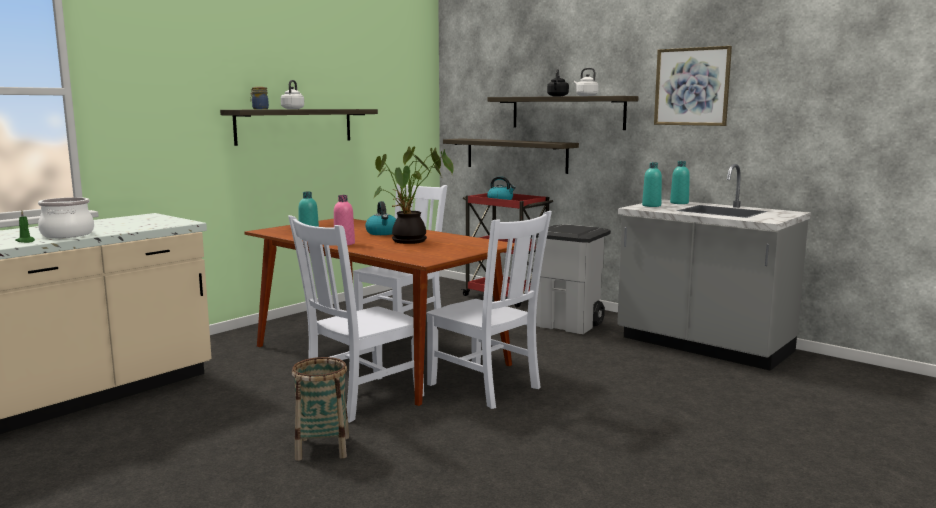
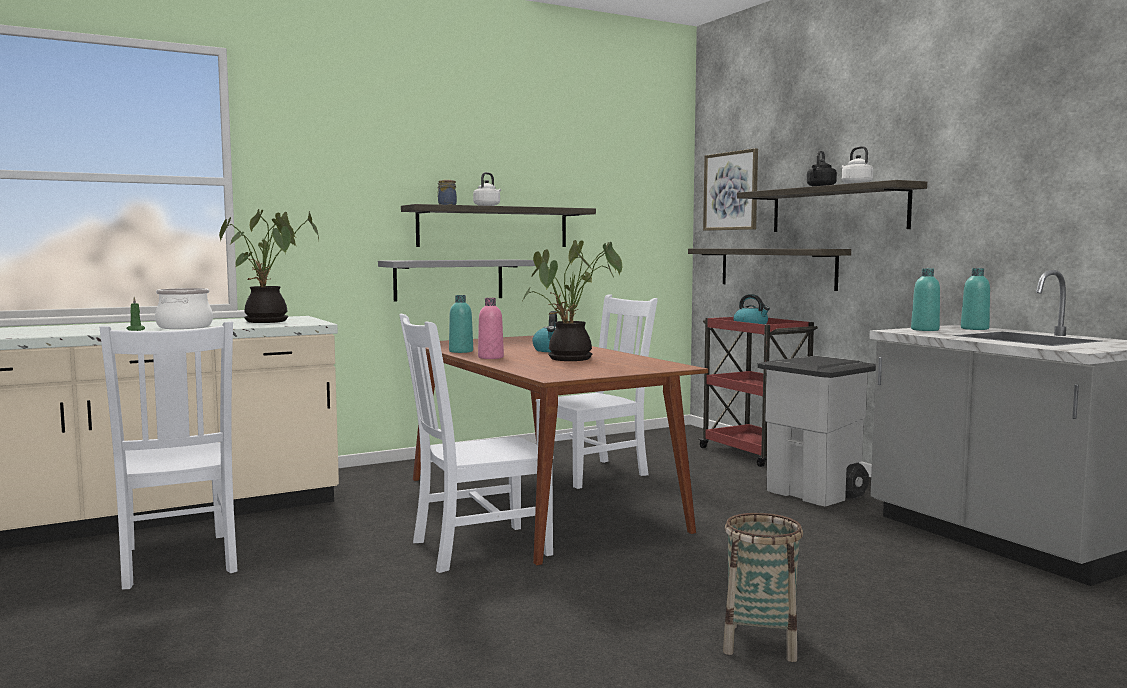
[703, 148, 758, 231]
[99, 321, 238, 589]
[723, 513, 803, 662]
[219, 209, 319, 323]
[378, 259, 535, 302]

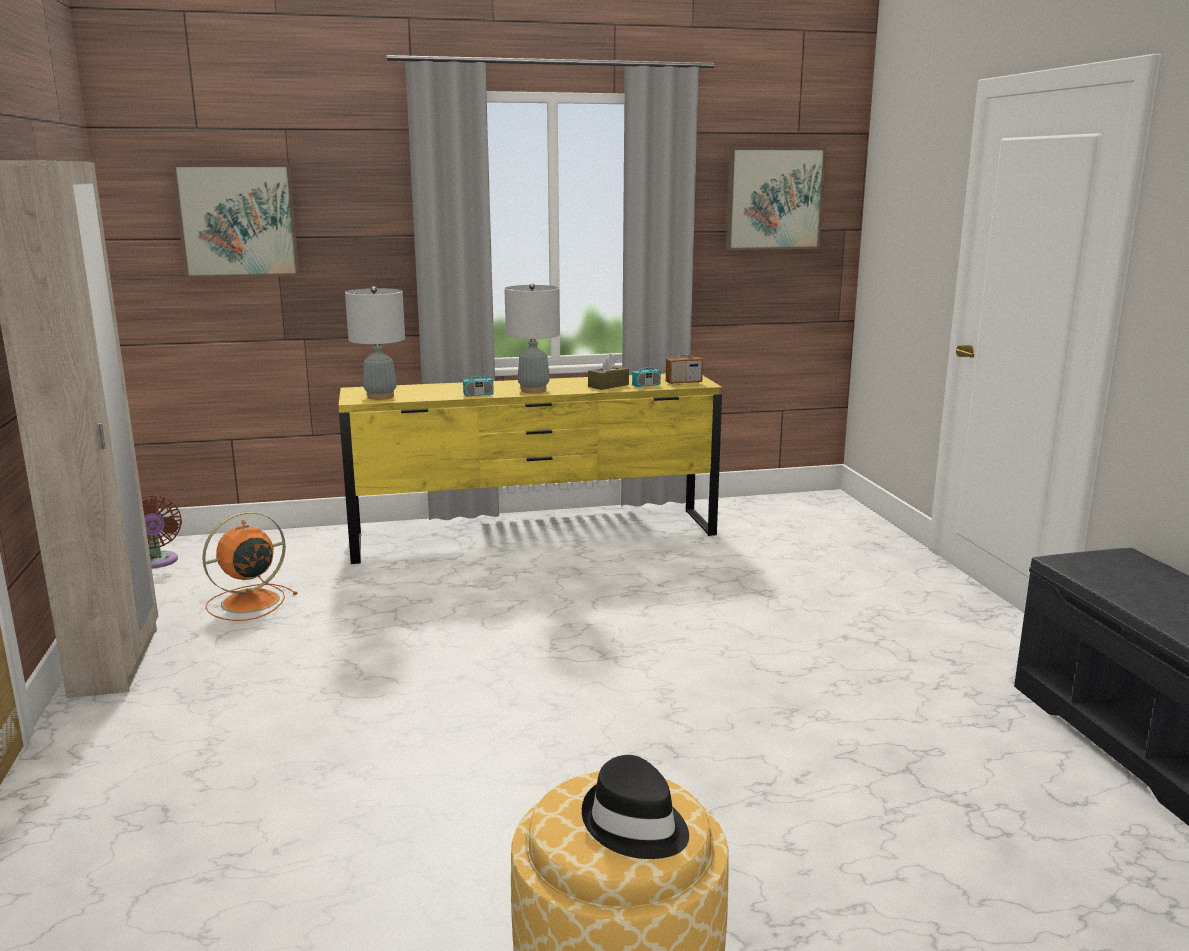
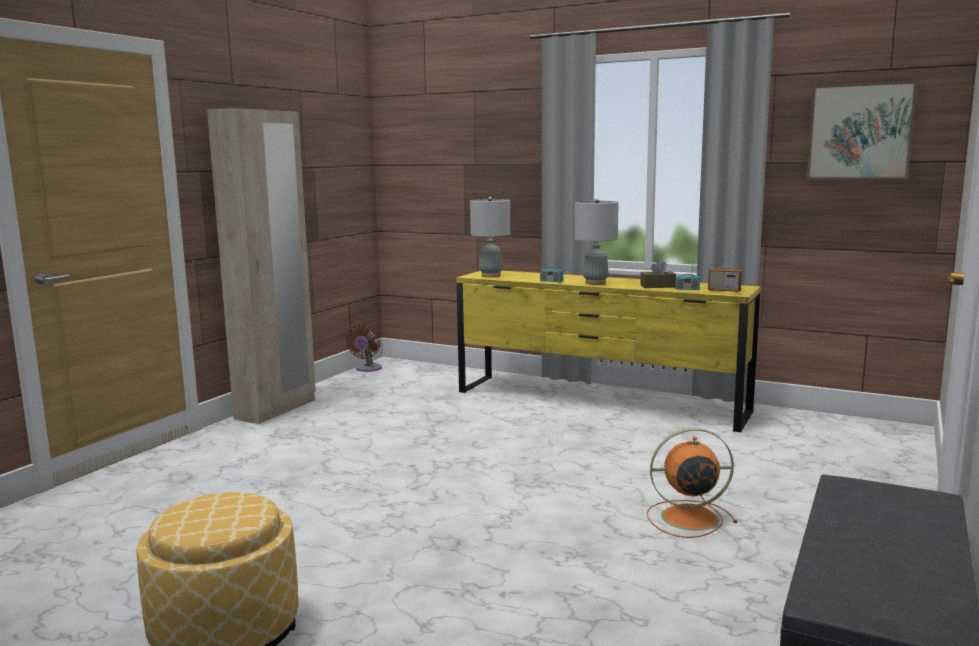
[172, 164, 299, 278] (first image)
[647, 428, 738, 538]
[582, 755, 689, 859] (first image)

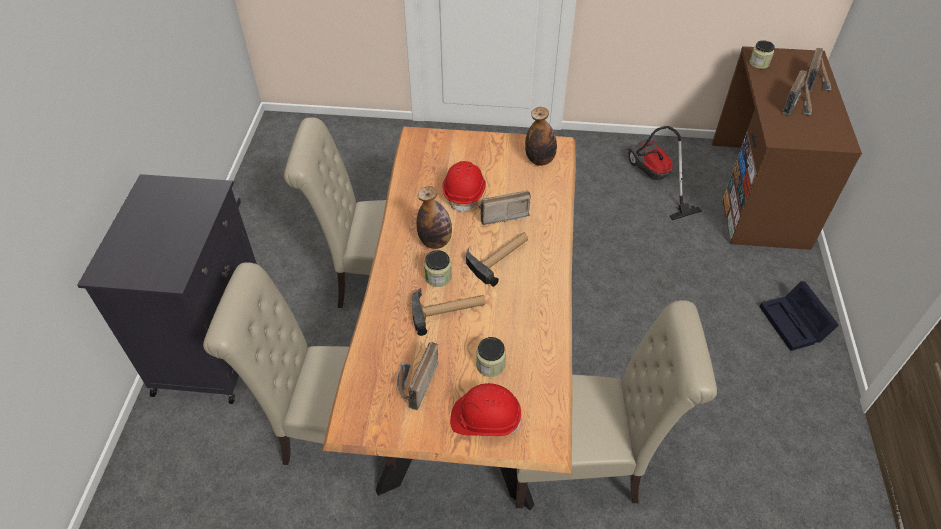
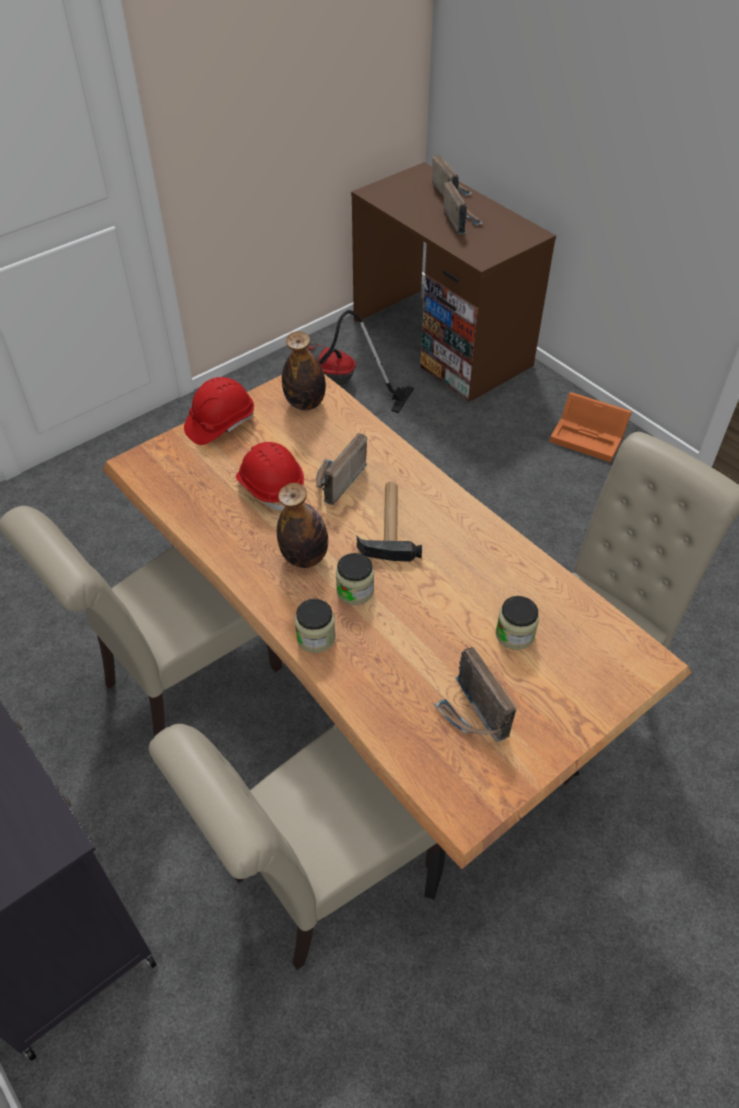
[295, 599, 336, 653]
[549, 392, 632, 462]
[412, 288, 485, 336] (first image)
[184, 377, 254, 445]

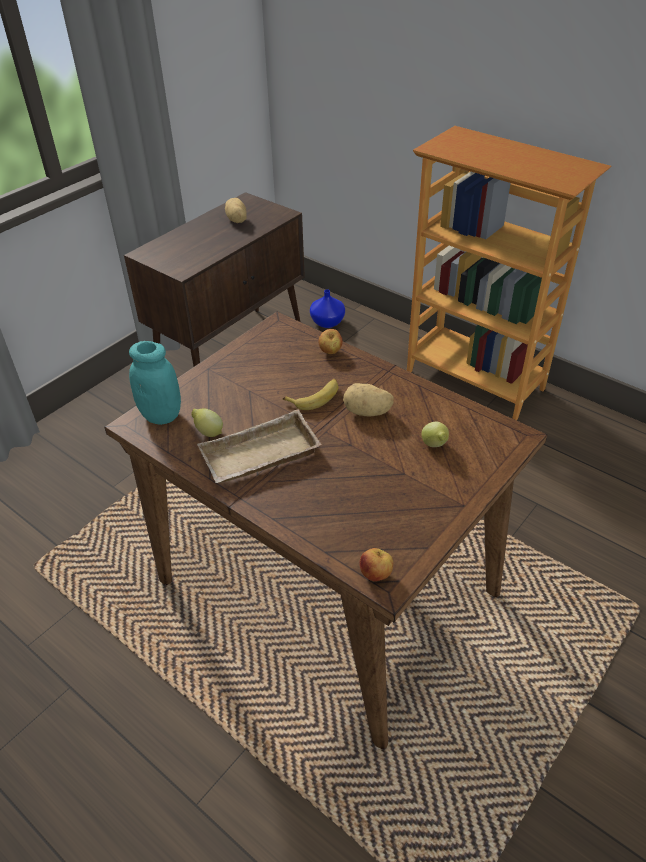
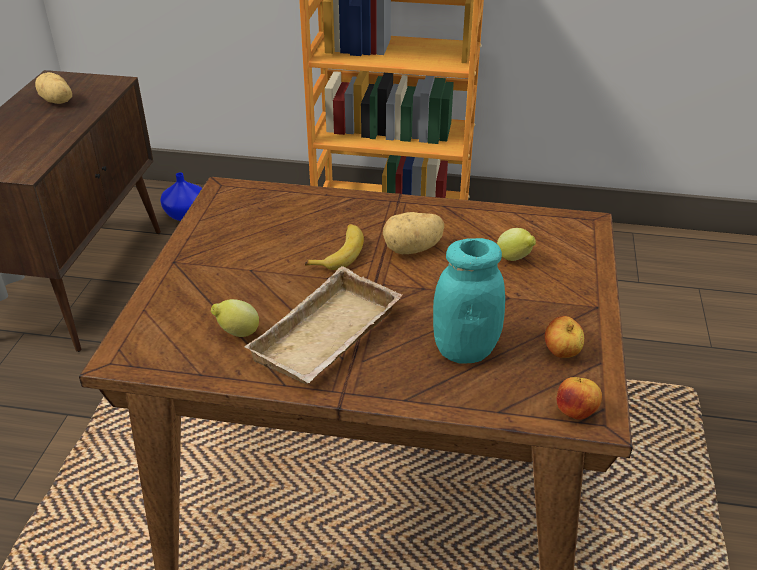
[545, 316, 584, 358]
[433, 238, 505, 364]

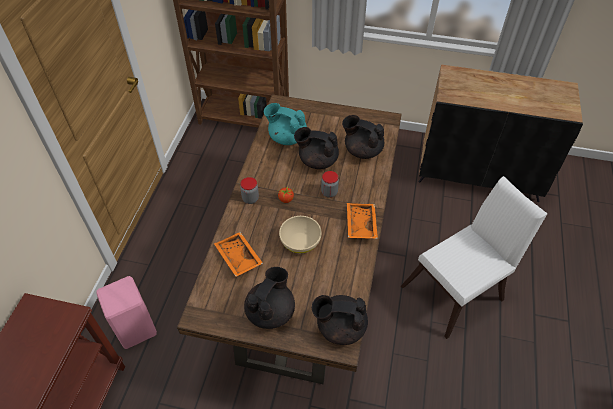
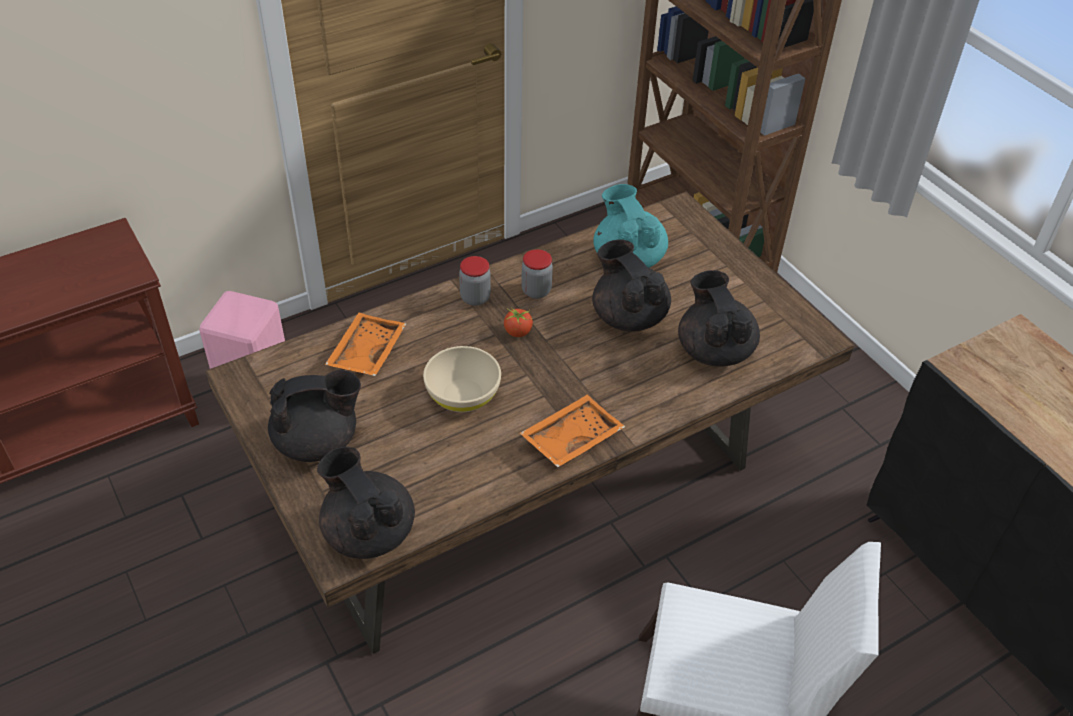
[521, 249, 553, 299]

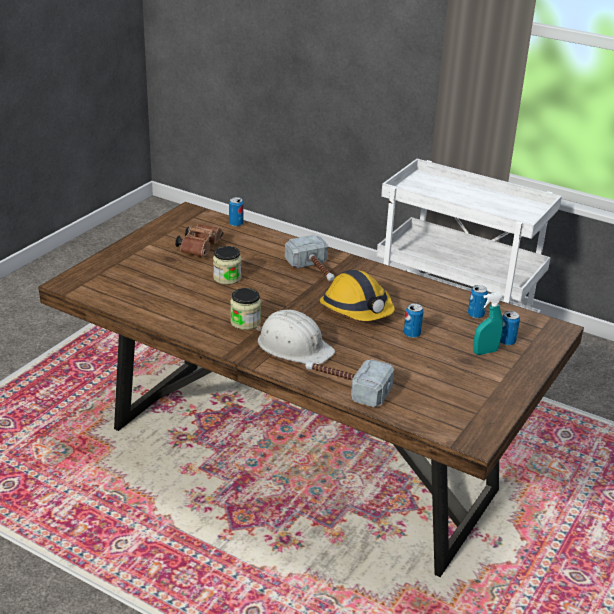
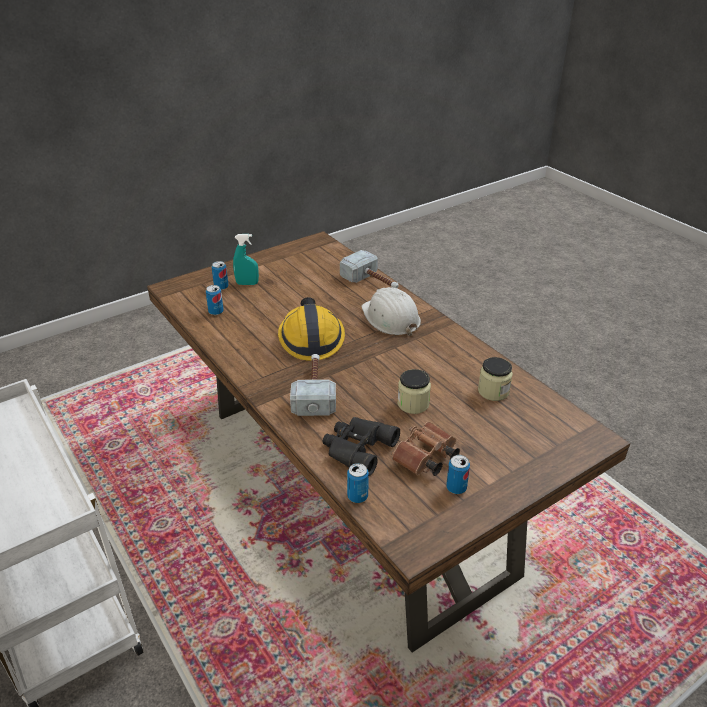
[478, 357, 513, 401]
[446, 455, 470, 494]
[322, 417, 400, 476]

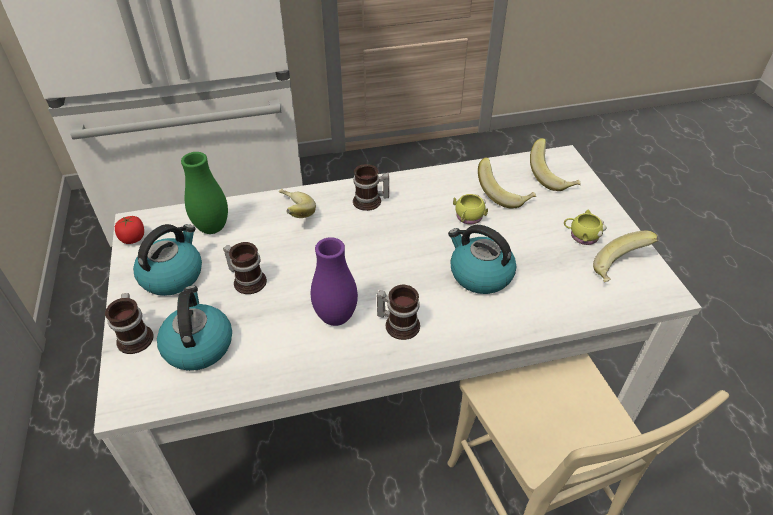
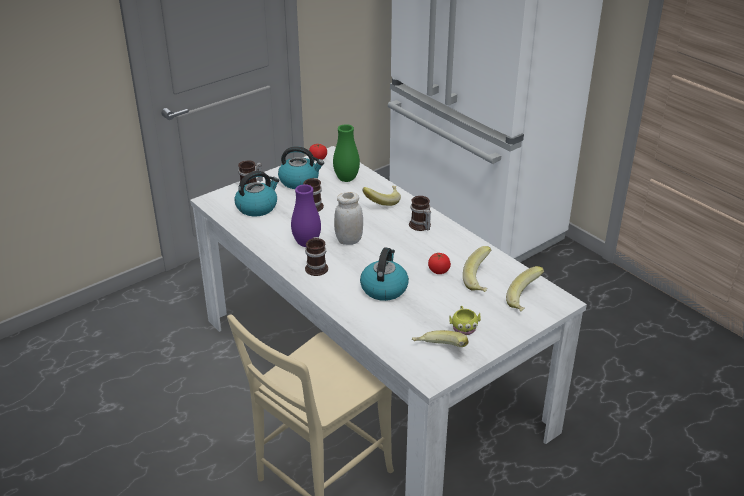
[428, 253, 451, 274]
[334, 192, 363, 245]

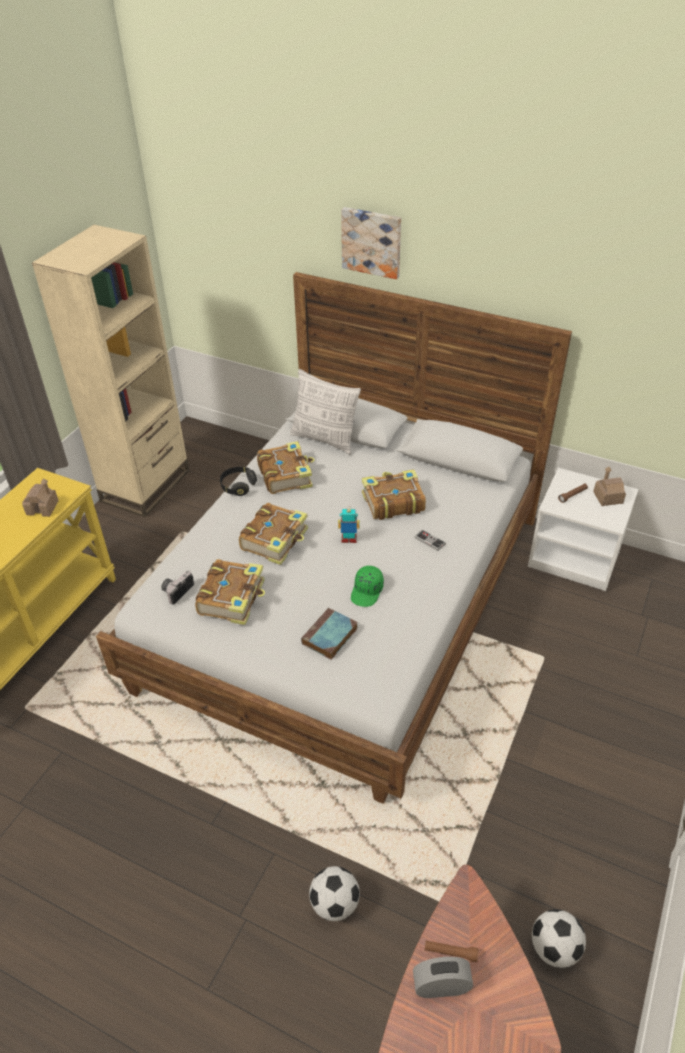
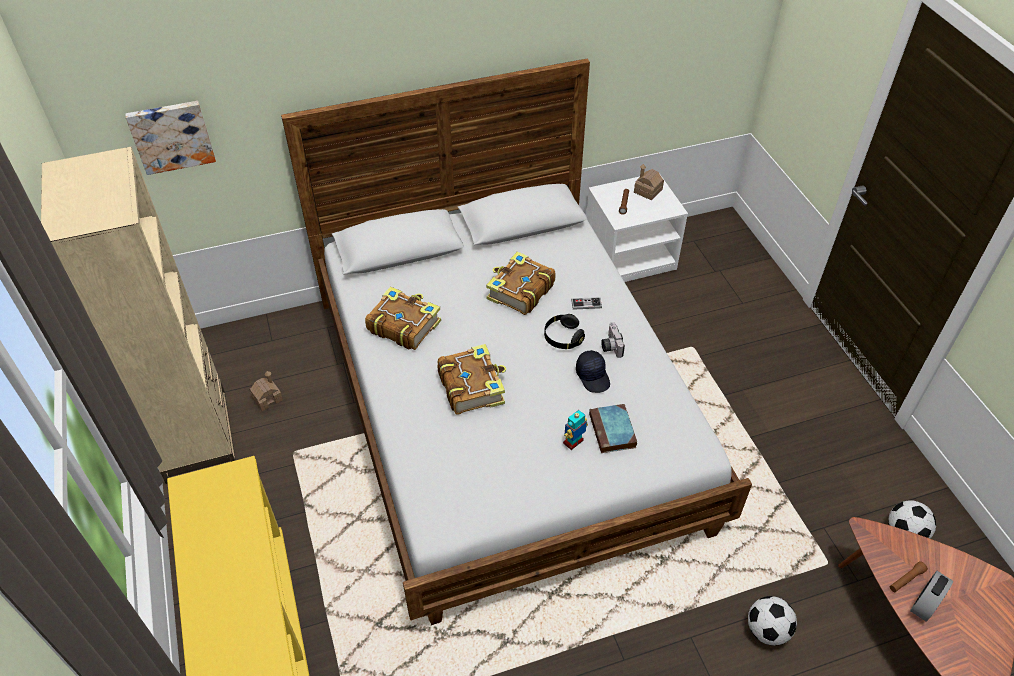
[125, 101, 216, 175]
[290, 369, 361, 455] (first image)
[544, 314, 585, 349]
[249, 371, 283, 411]
[563, 410, 588, 450]
[195, 559, 265, 625] (first image)
[576, 350, 610, 393]
[601, 322, 625, 358]

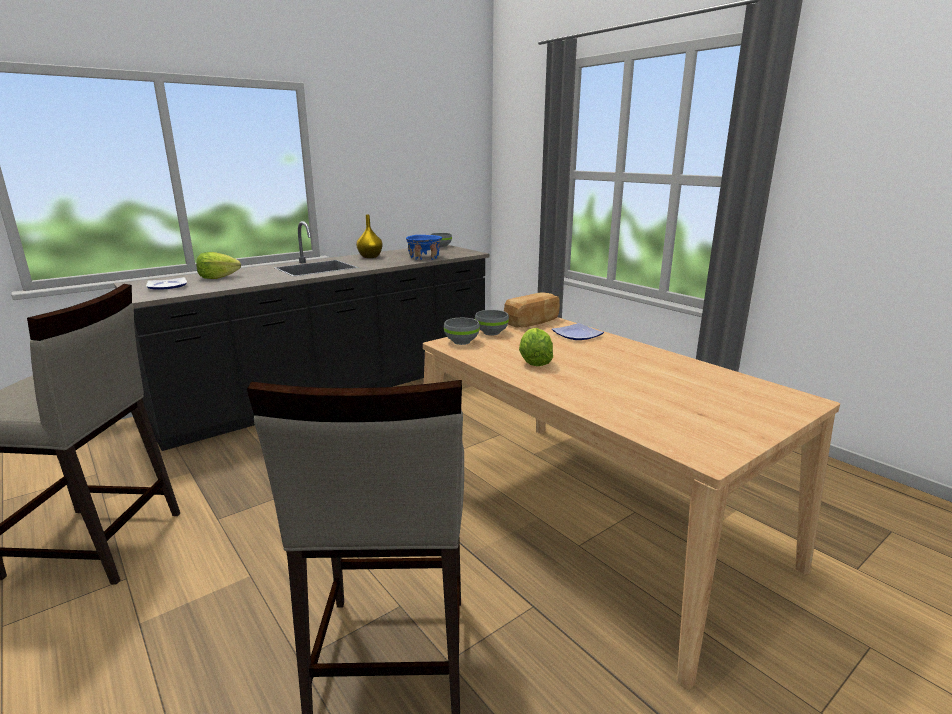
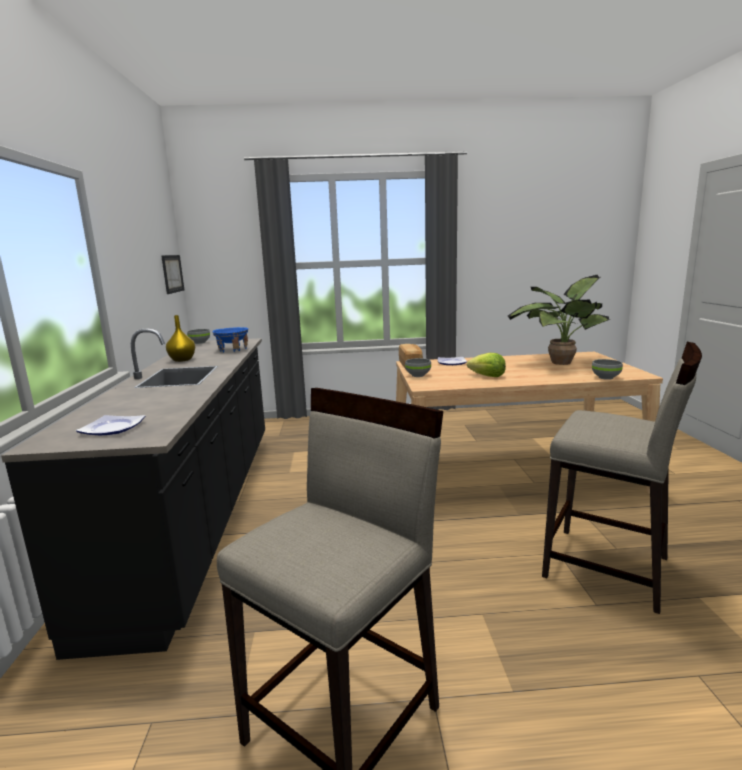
[196, 252, 241, 279] (first image)
[592, 359, 623, 380]
[161, 255, 184, 294]
[508, 275, 611, 365]

